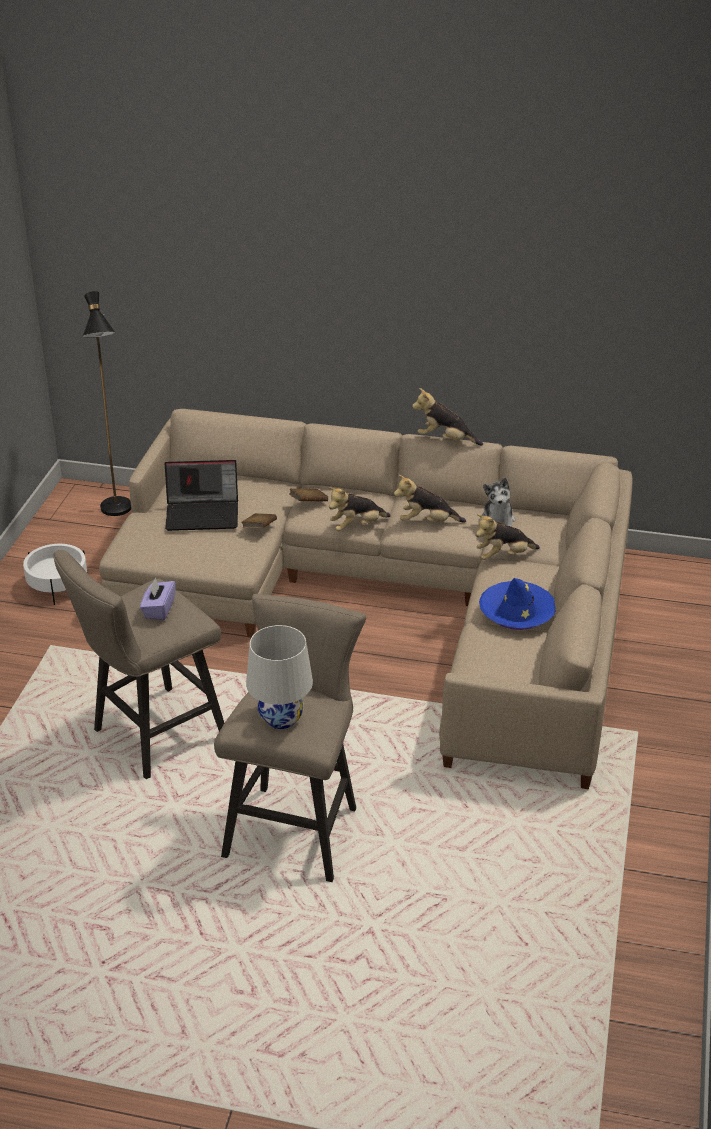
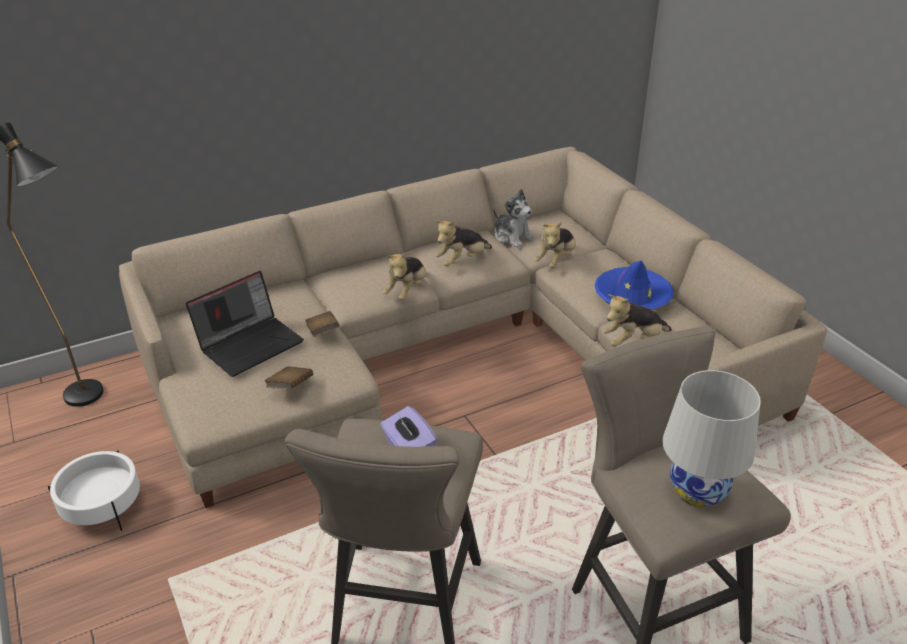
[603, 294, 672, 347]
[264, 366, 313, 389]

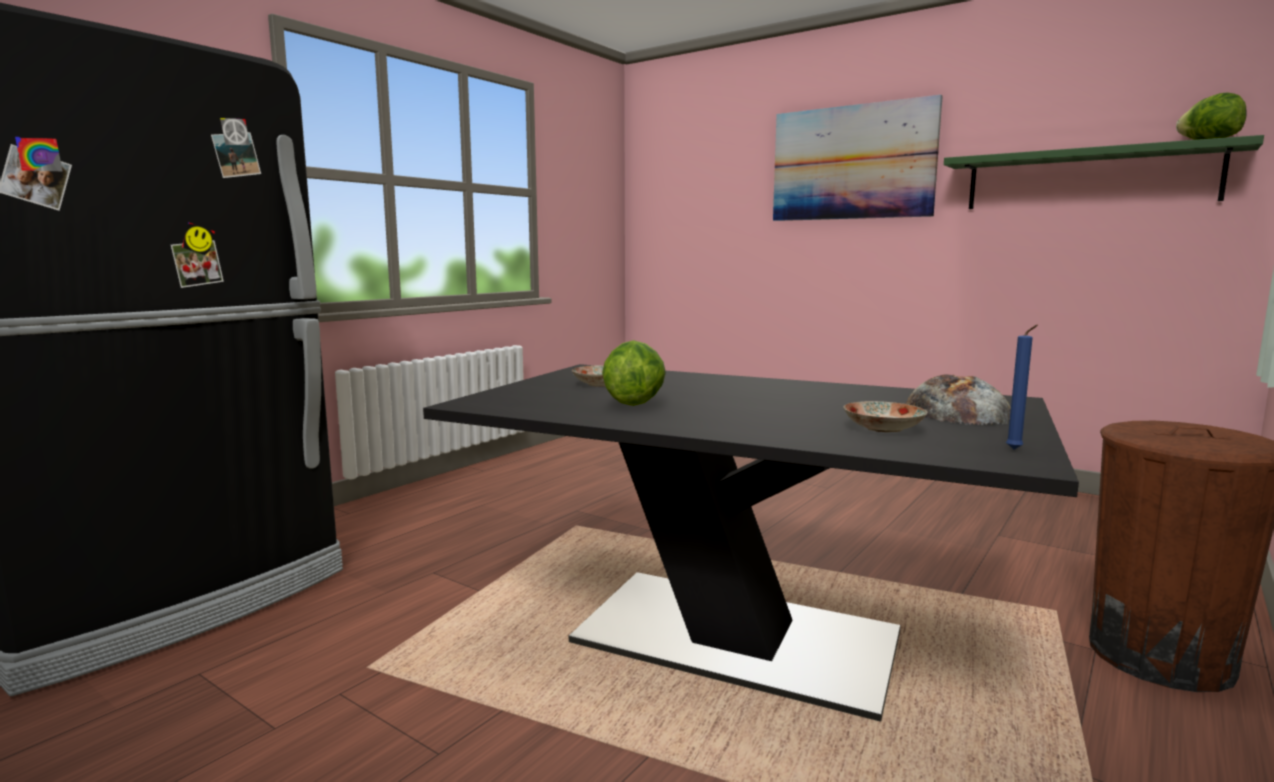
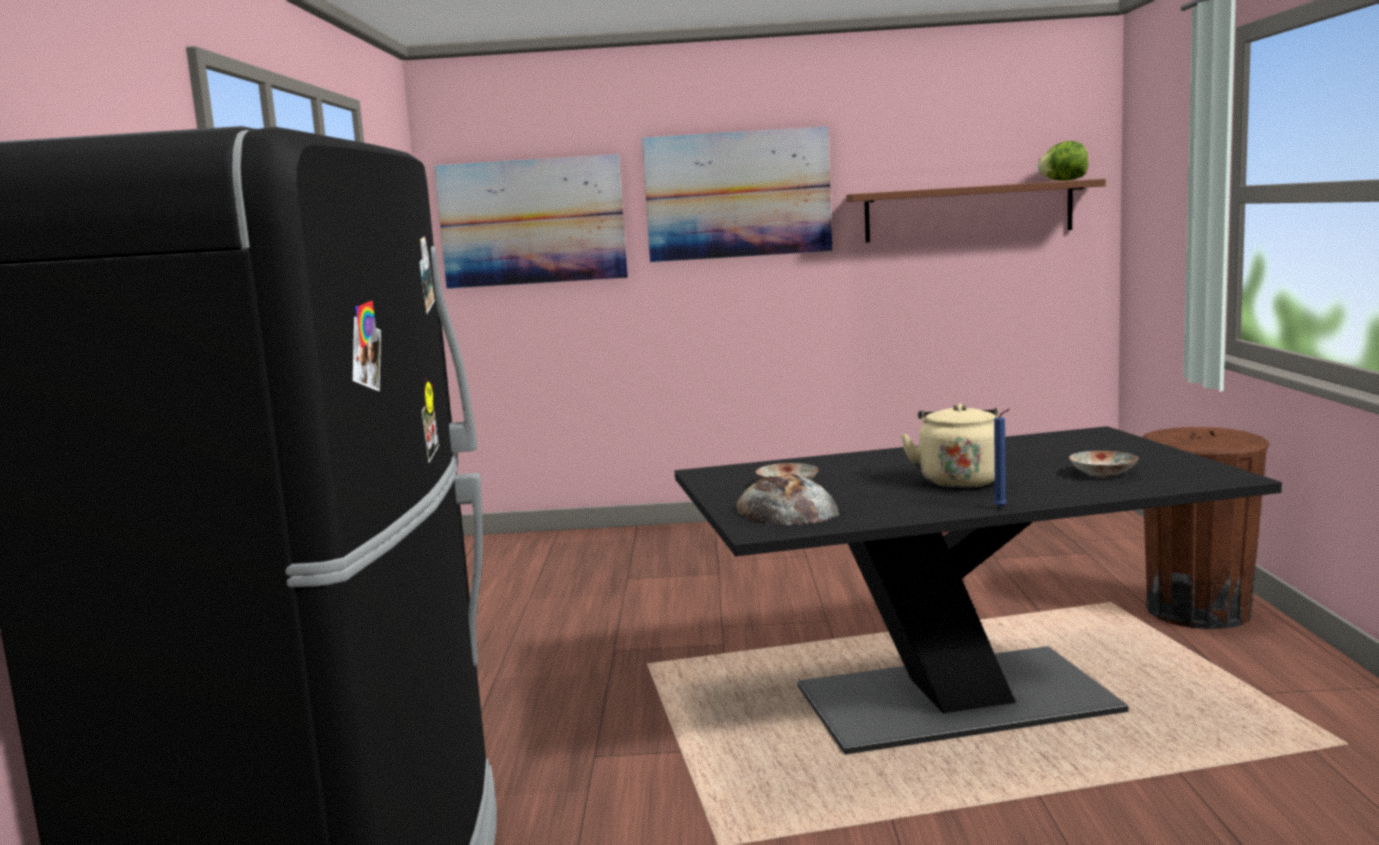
[846, 179, 1106, 242]
[994, 409, 1010, 508]
[602, 340, 666, 406] (first image)
[736, 474, 839, 525]
[434, 154, 628, 289]
[901, 404, 998, 488]

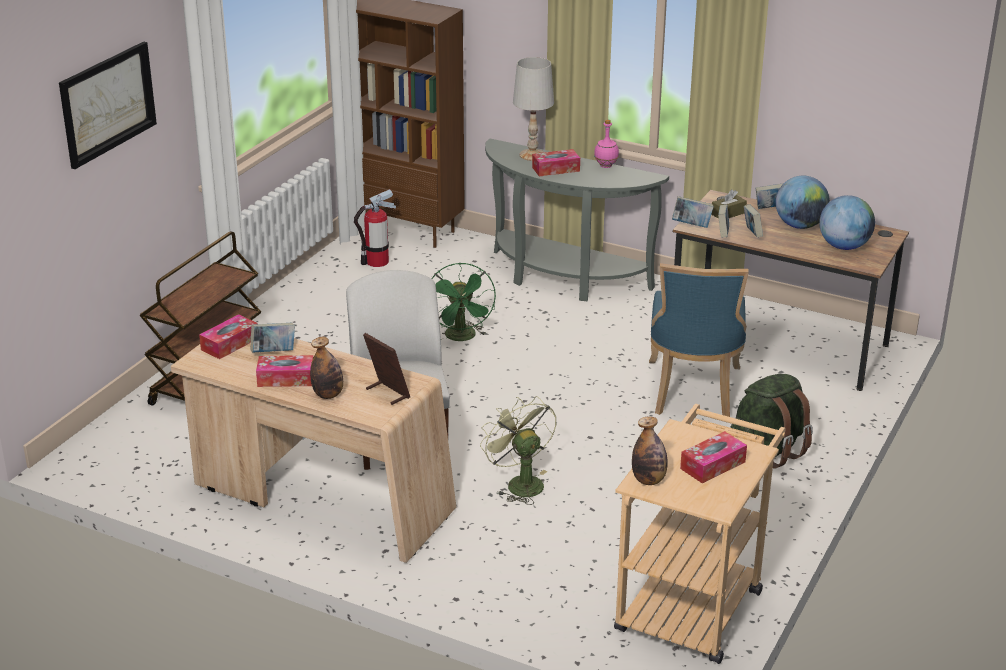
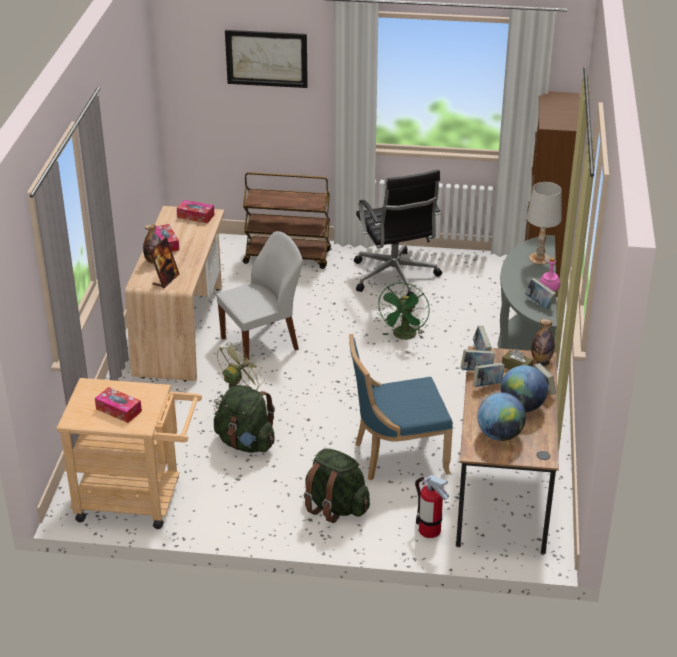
[532, 149, 580, 176] (first image)
[415, 475, 449, 538]
[377, 283, 430, 340]
[525, 278, 556, 309]
[531, 319, 555, 362]
[354, 170, 442, 296]
[214, 385, 275, 453]

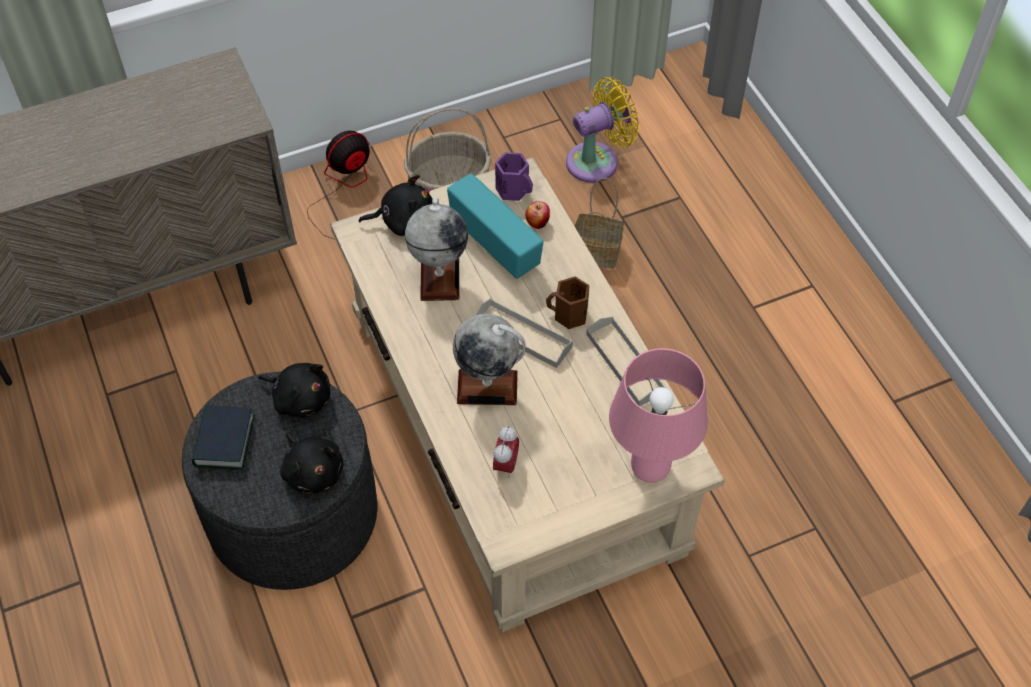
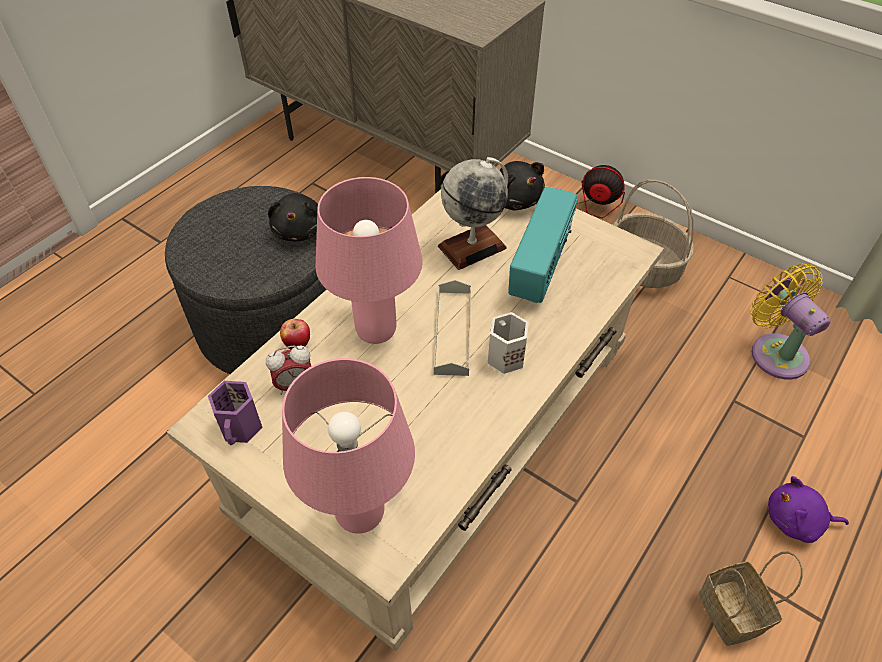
[750, 264, 830, 379]
[208, 381, 262, 445]
[699, 551, 803, 646]
[280, 319, 310, 350]
[488, 312, 529, 374]
[316, 177, 422, 344]
[586, 317, 666, 406] (first image)
[192, 405, 255, 470] (first image)
[280, 432, 344, 495] (first image)
[768, 476, 849, 543]

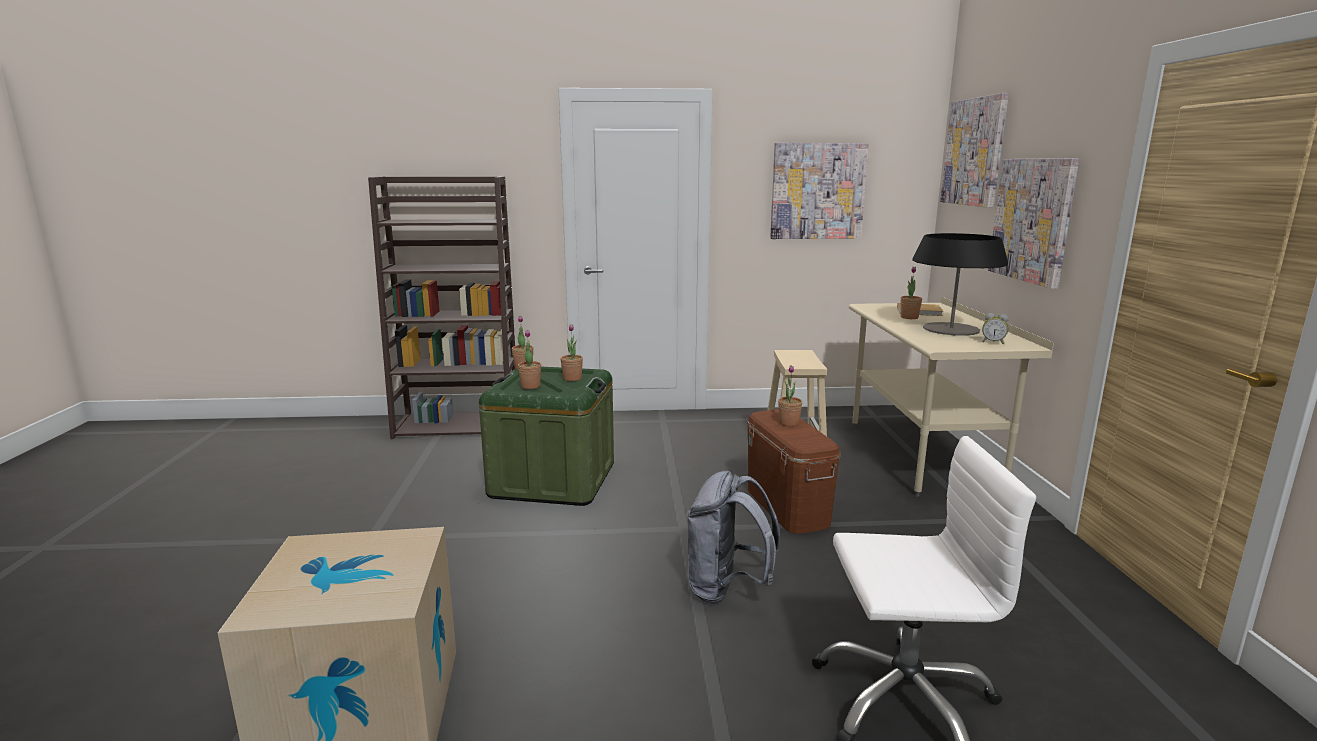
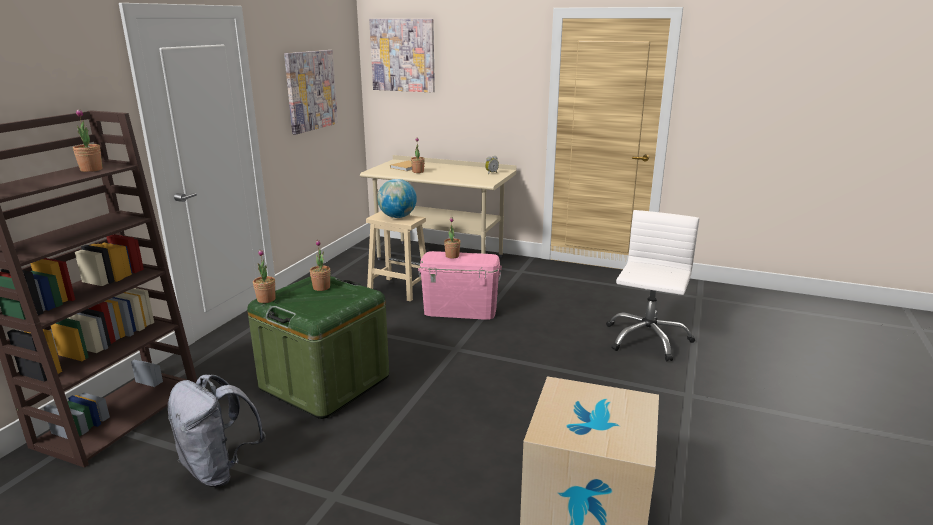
[988, 158, 1079, 289] (first image)
[912, 233, 1008, 336] (first image)
[73, 109, 103, 172]
[418, 251, 502, 320]
[168, 375, 266, 487]
[377, 179, 417, 218]

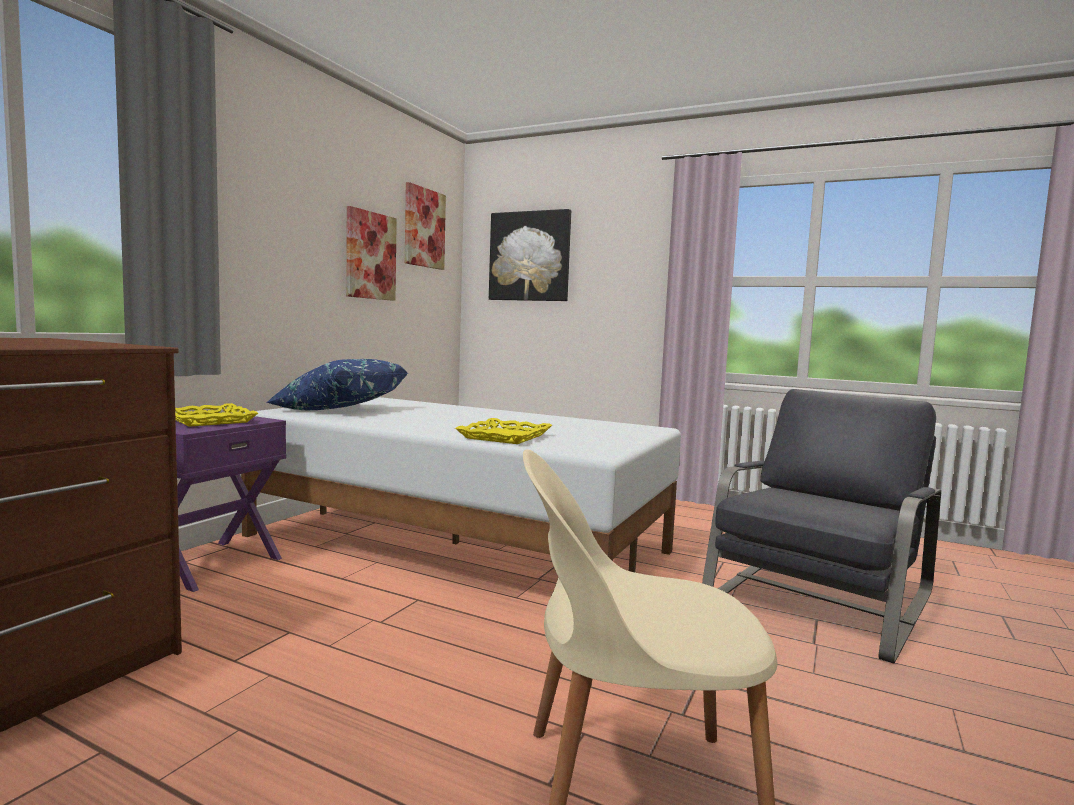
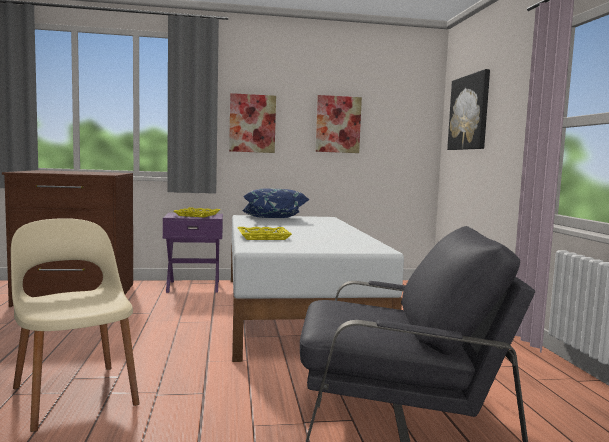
[229, 93, 276, 153]

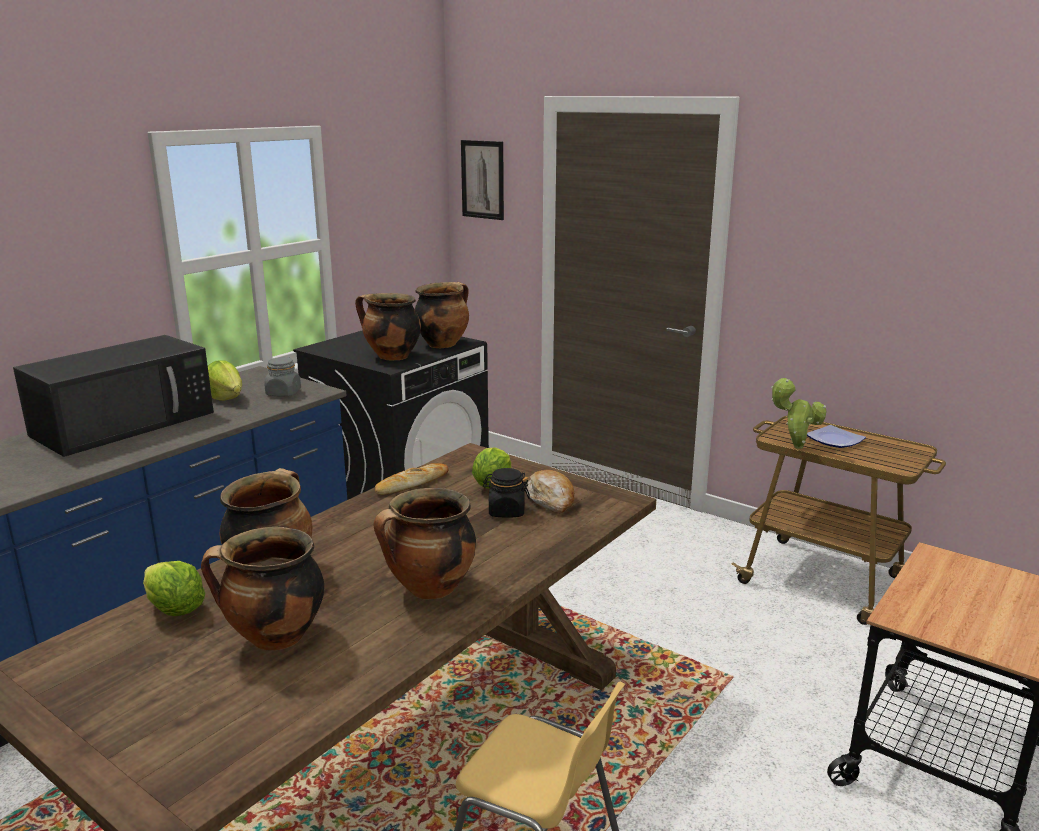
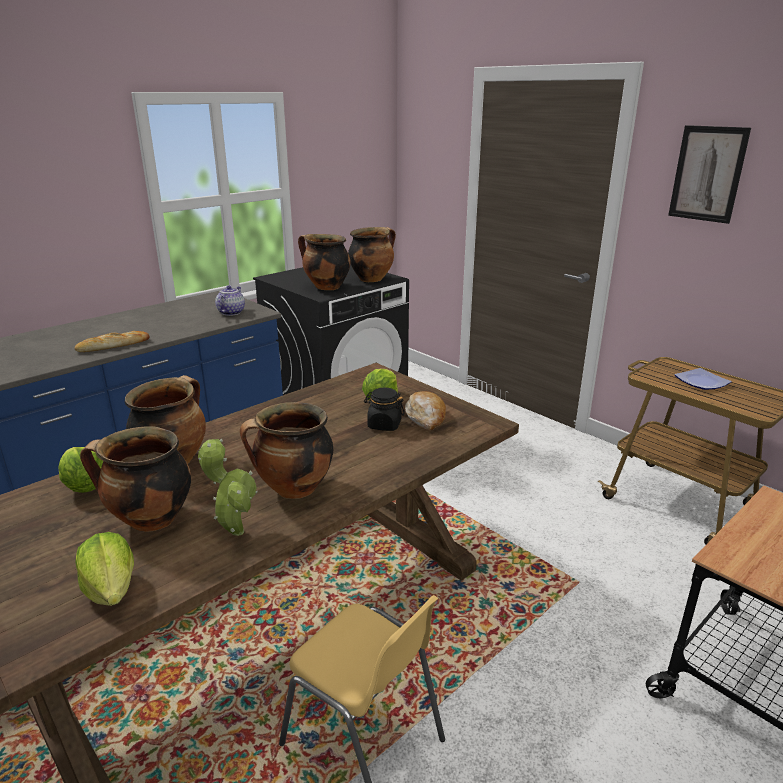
[668, 125, 751, 224]
[13, 335, 214, 457] (first image)
[215, 285, 245, 316]
[75, 532, 134, 606]
[198, 439, 258, 536]
[75, 331, 150, 352]

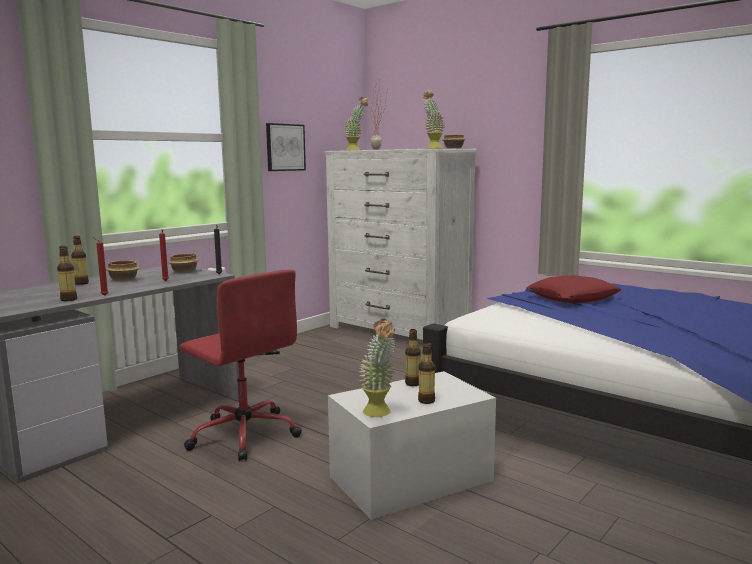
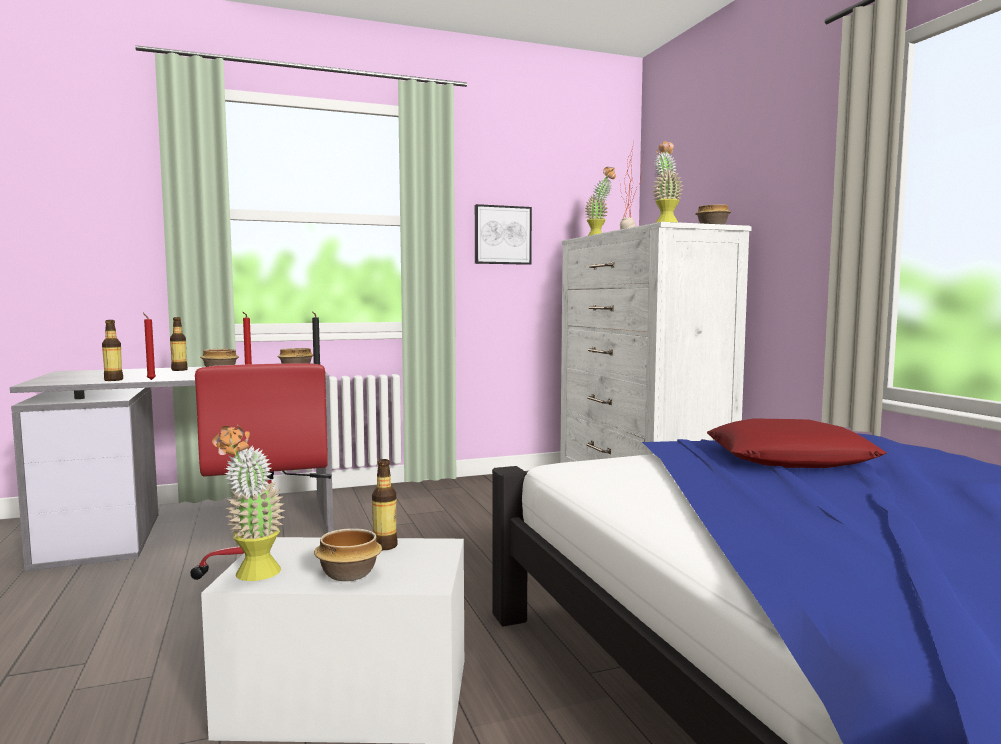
[314, 528, 382, 581]

